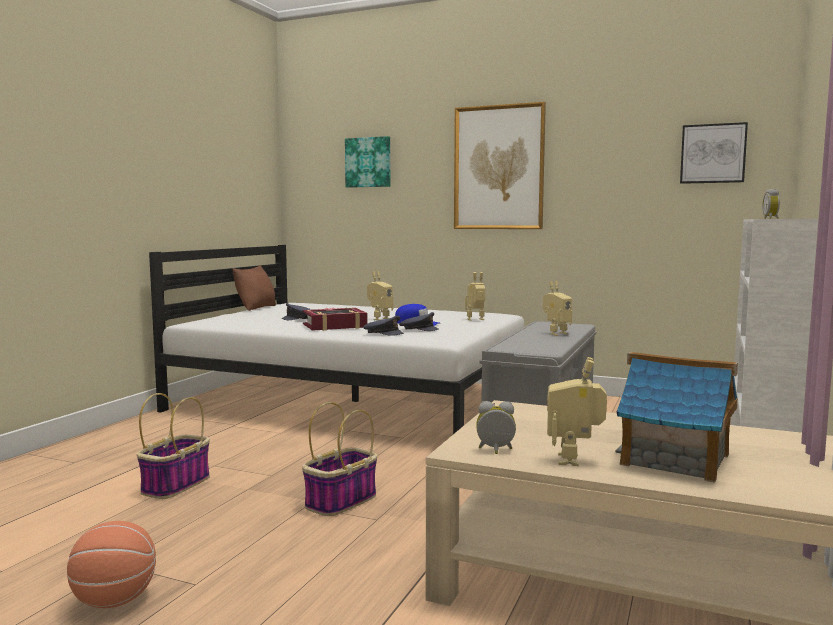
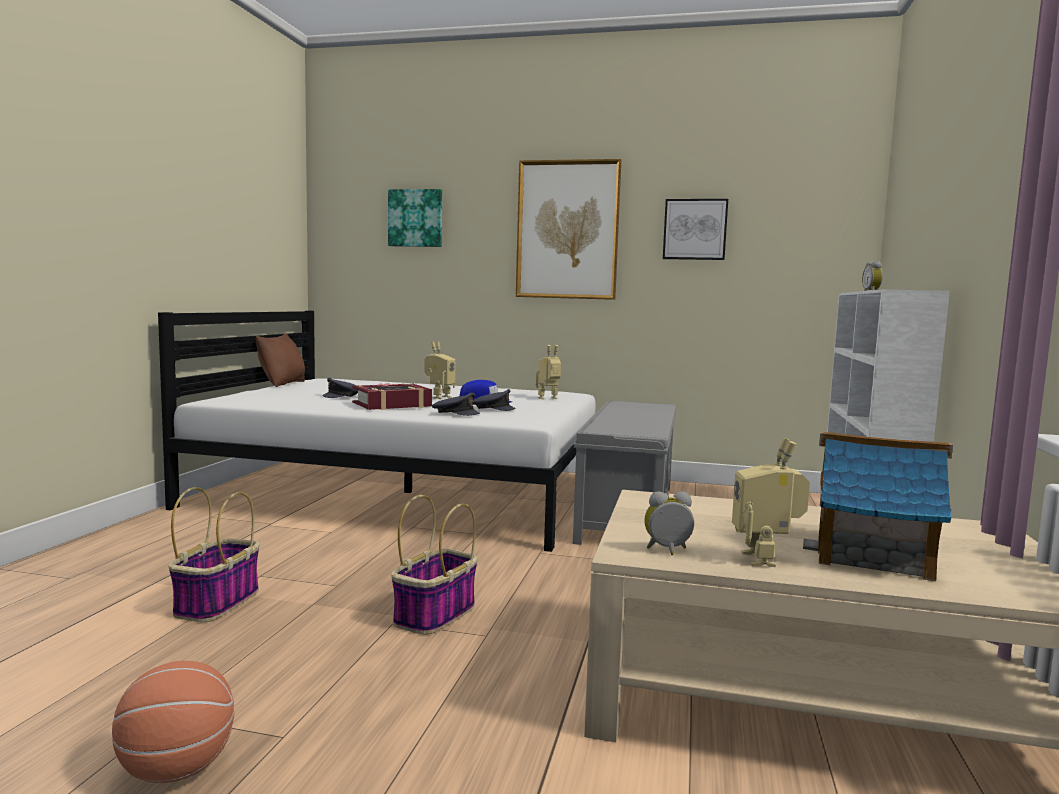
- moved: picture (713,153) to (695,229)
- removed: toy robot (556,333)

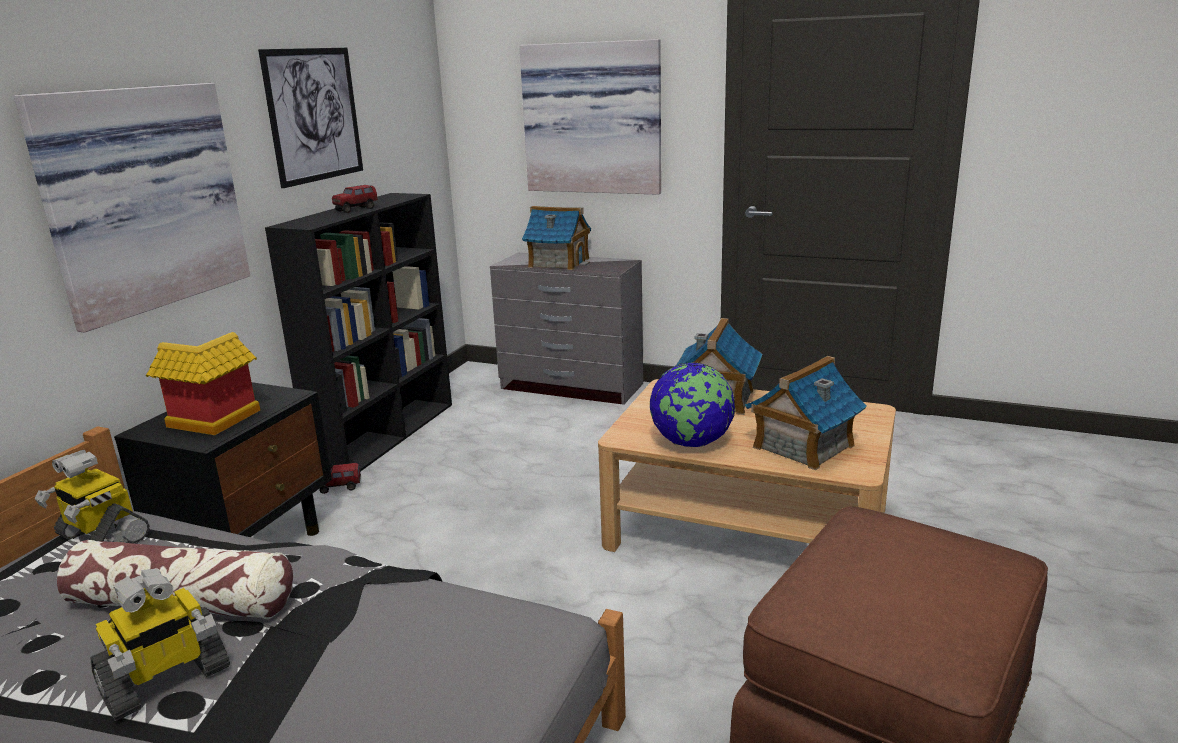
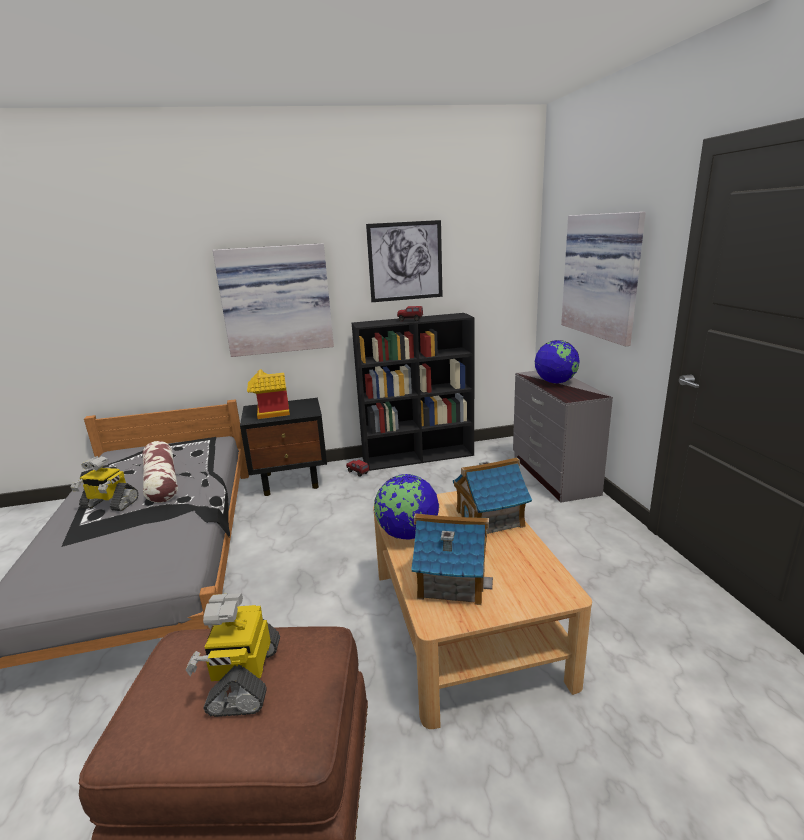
- moved: toy robot (101,537) to (244,678)
- replaced: toy house (558,262) to globe (555,382)

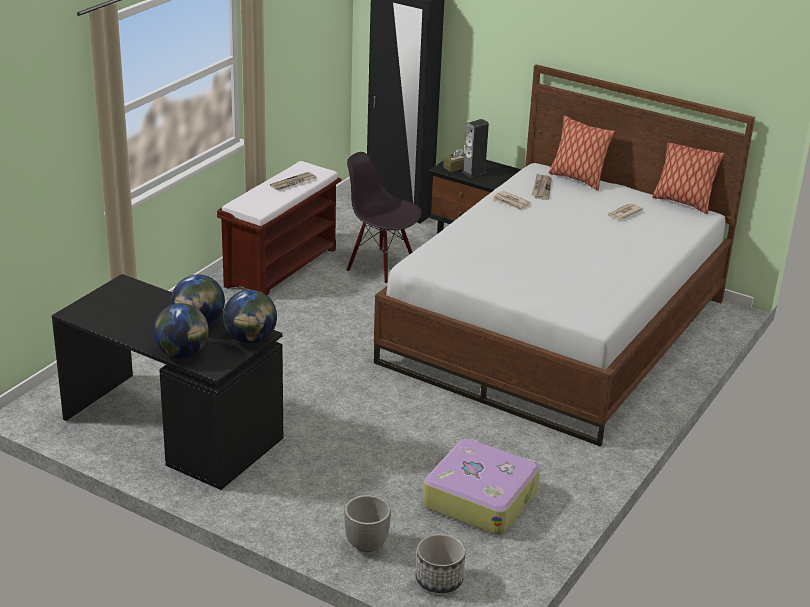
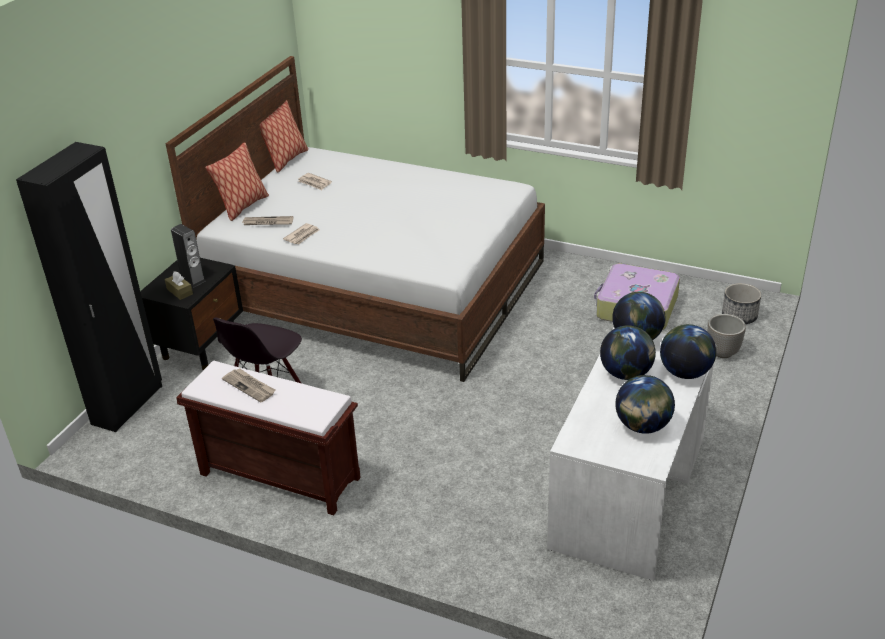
- recoloured: black desk (170,429) to white desk (630,493)
- added: globe (642,426)

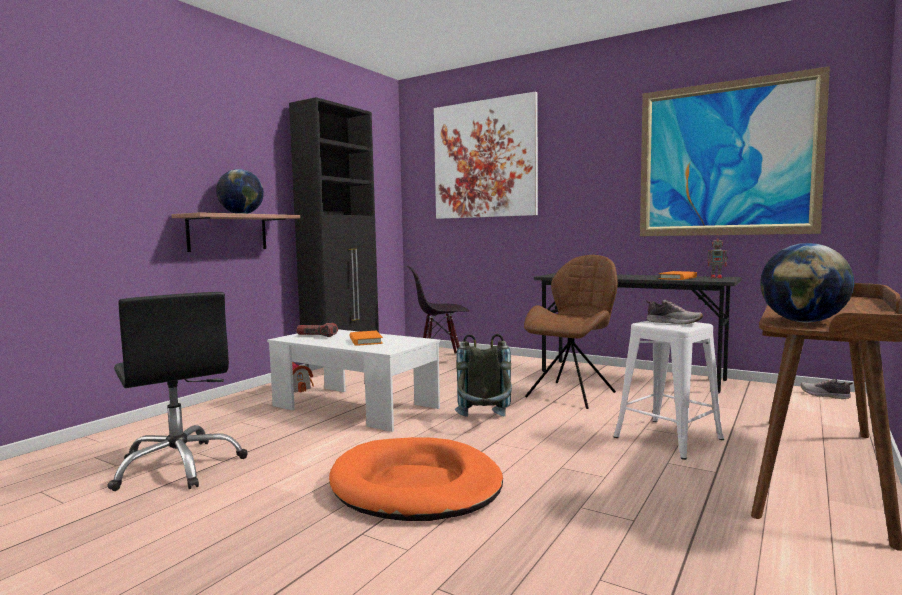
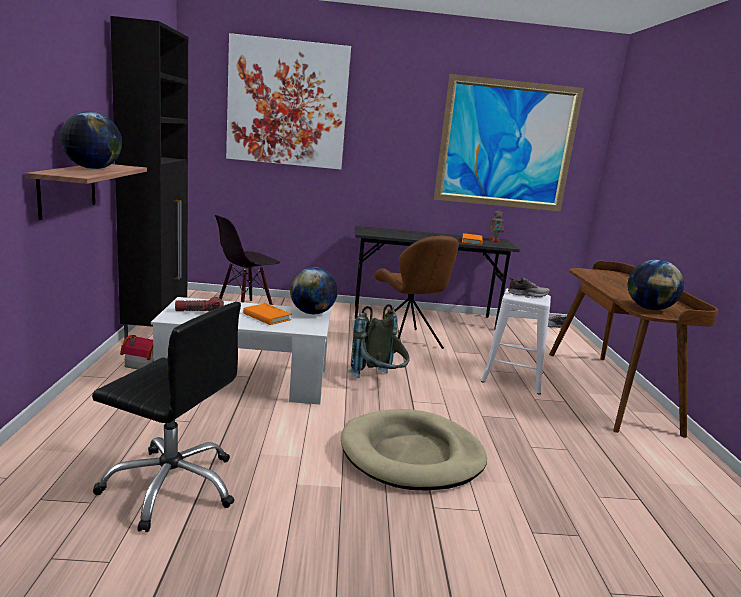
- added: globe (312,313)
- recoloured: orange dog bed (416,486) to beige dog bed (412,455)
- turned: brown chair (572,394) = (406,342) 150 degrees clockwise

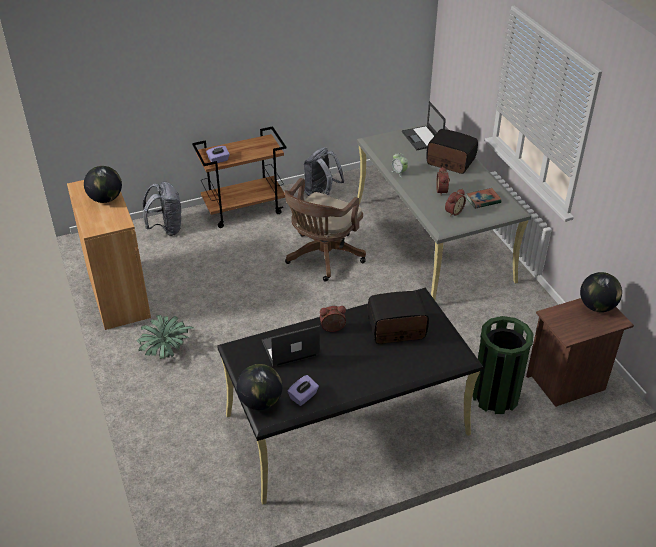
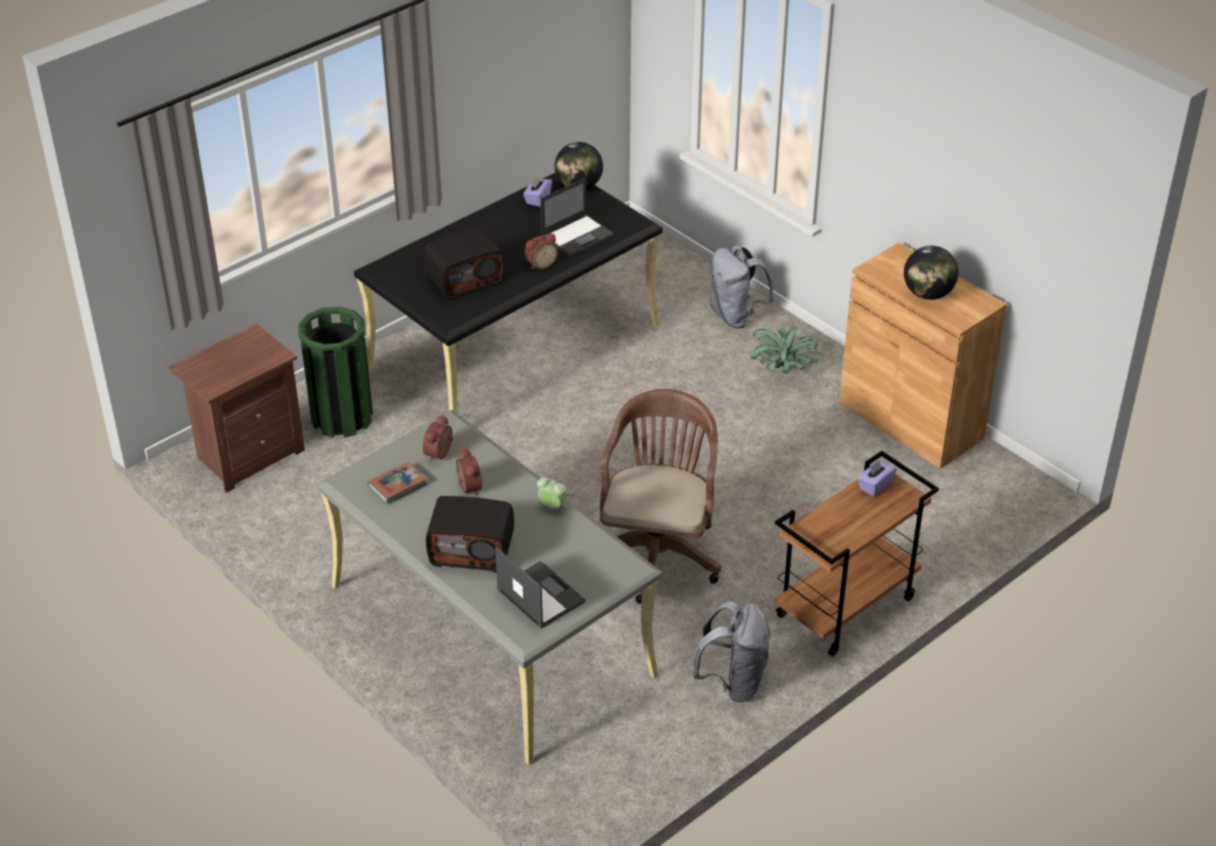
- moved: grey backpack (166,228) to (736,316)
- removed: globe (597,306)

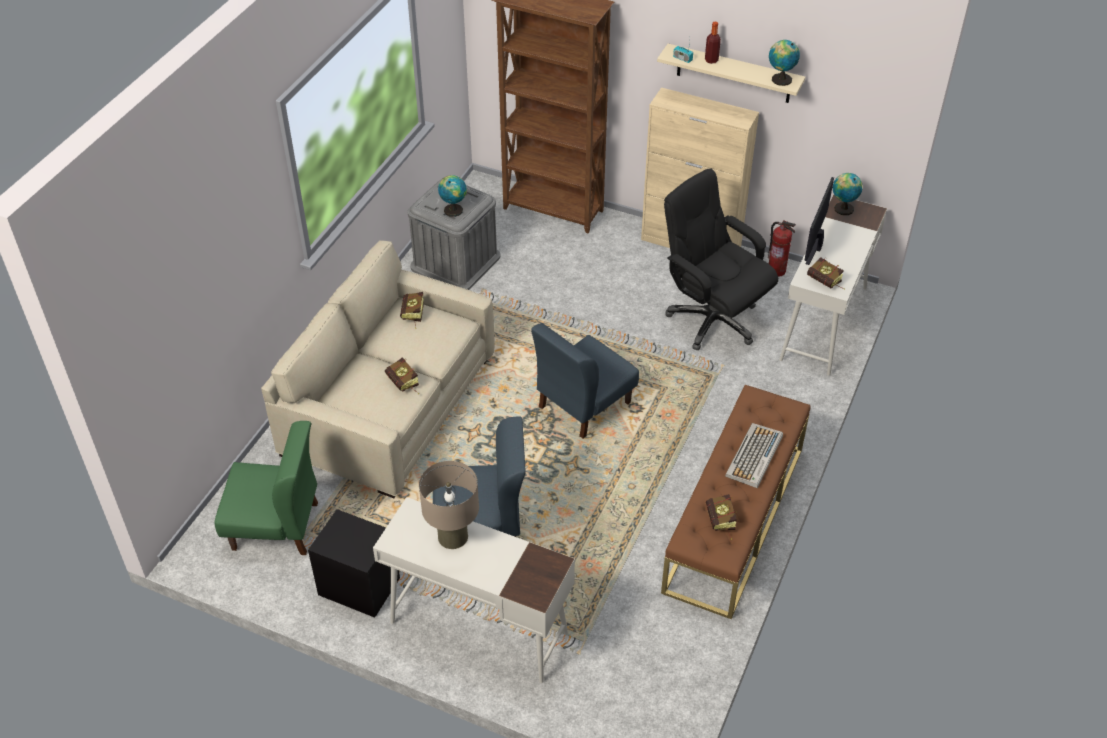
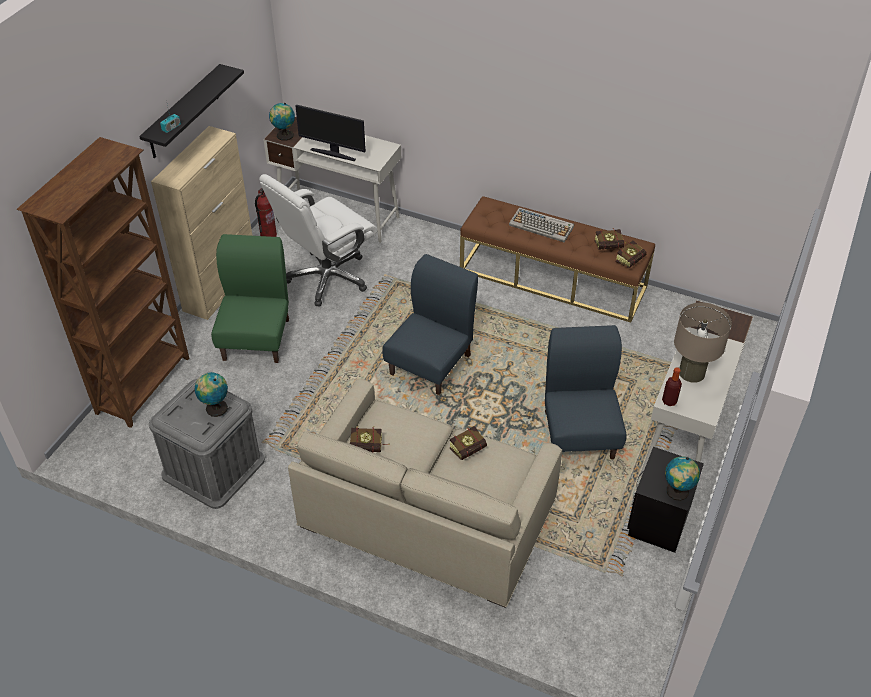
- recoloured: beige shelf (733,74) to black shelf (183,112)
- moved: green chair (276,526) to (257,339)
- recoloured: black office chair (712,320) to white office chair (327,278)
- turned: blue chair (583,405) = (431,364) 105 degrees counterclockwise
- moved: book (826,283) to (631,260)
- moved: bottle (711,60) to (669,401)
- moved: globe (780,79) to (677,492)

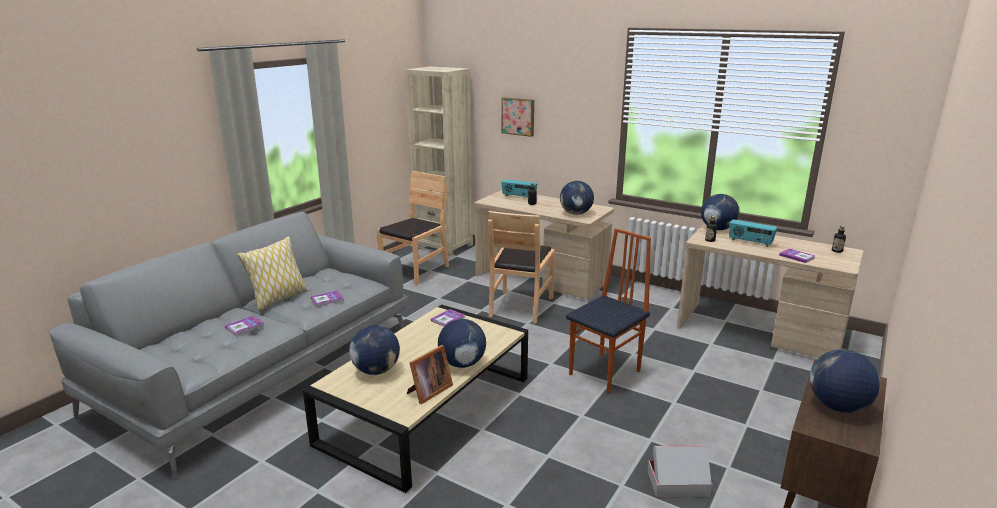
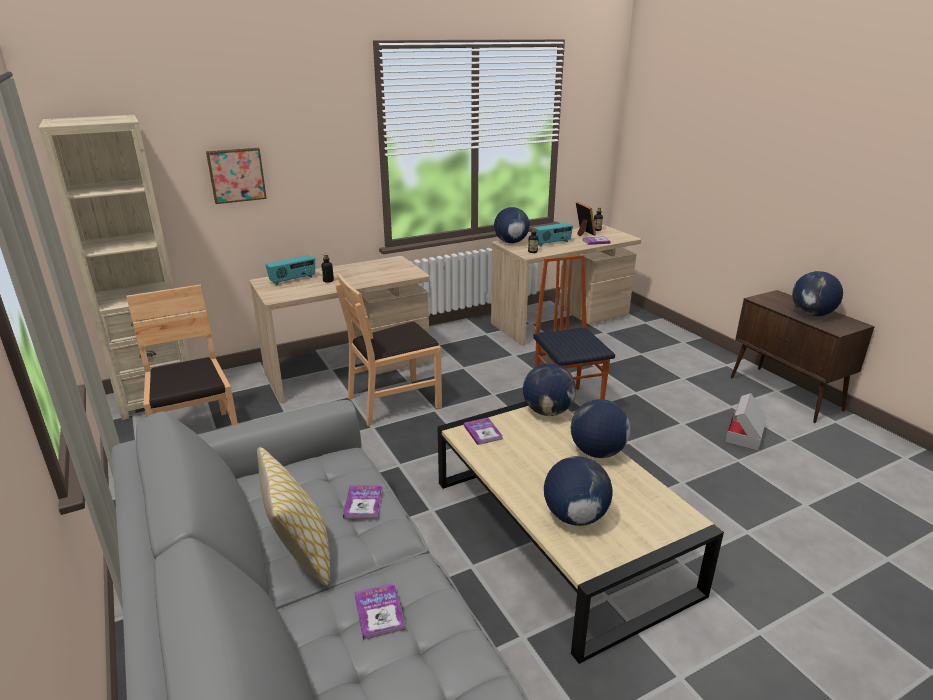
- turned: brown chair (520,306) = (394,401) 105 degrees clockwise
- moved: globe (576,213) to (548,411)
- moved: picture frame (428,392) to (583,232)

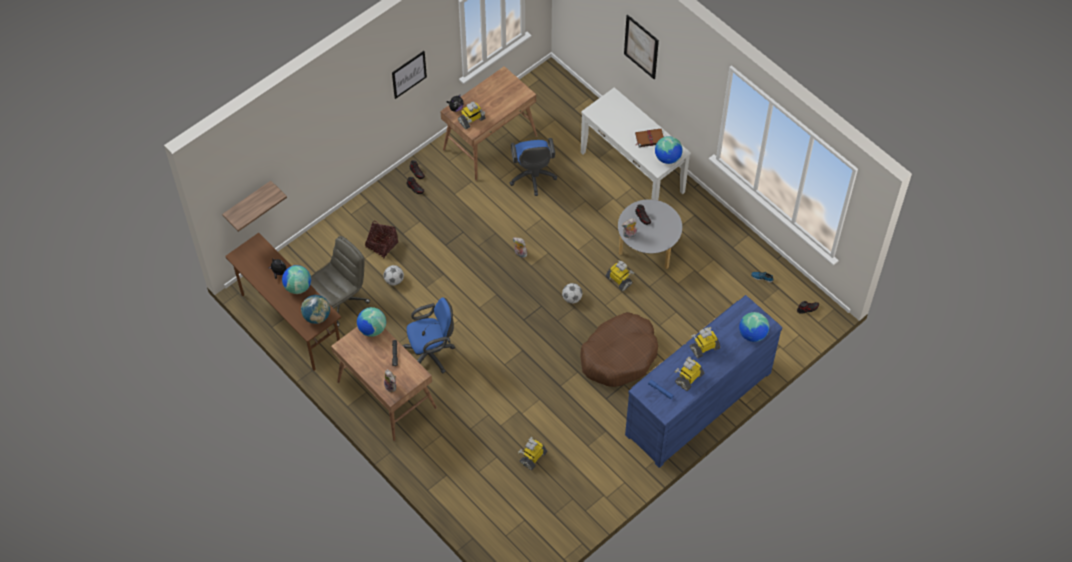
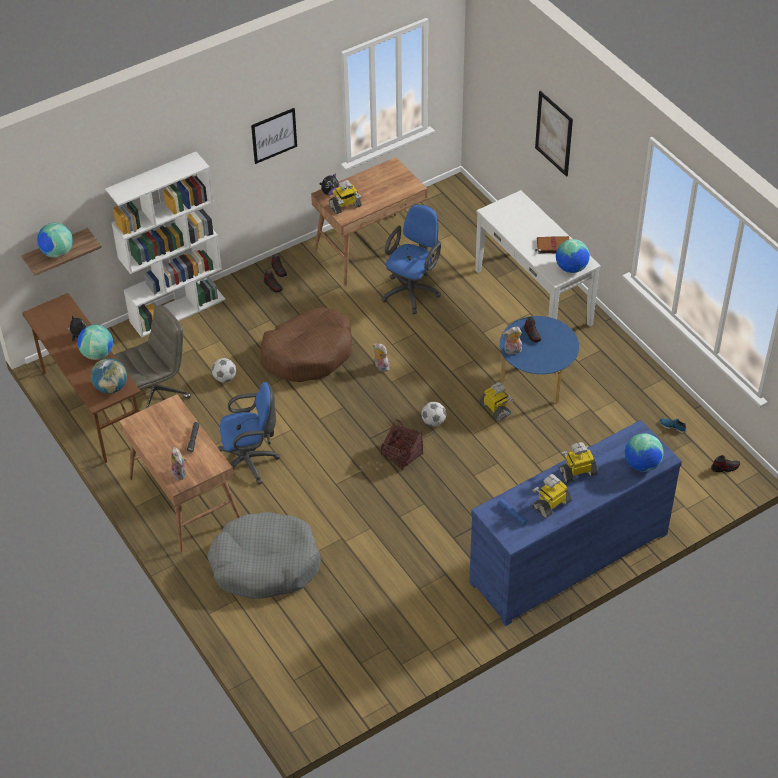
- moved: globe (372,329) to (57,252)
- added: white bookcase (177,310)
- added: grey dog bed (265,564)
- moved: brown dog bed (619,355) to (308,353)
- moved: basket (382,245) to (402,454)
- turned: blue office chair (532,178) = (413,290) 150 degrees counterclockwise
- recoloured: grey coffee table (647,249) to blue coffee table (536,380)
- removed: toy robot (533,457)

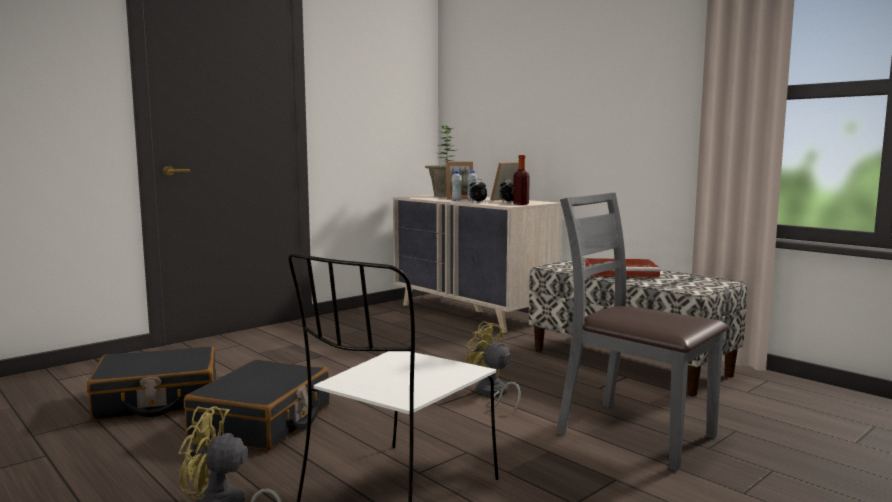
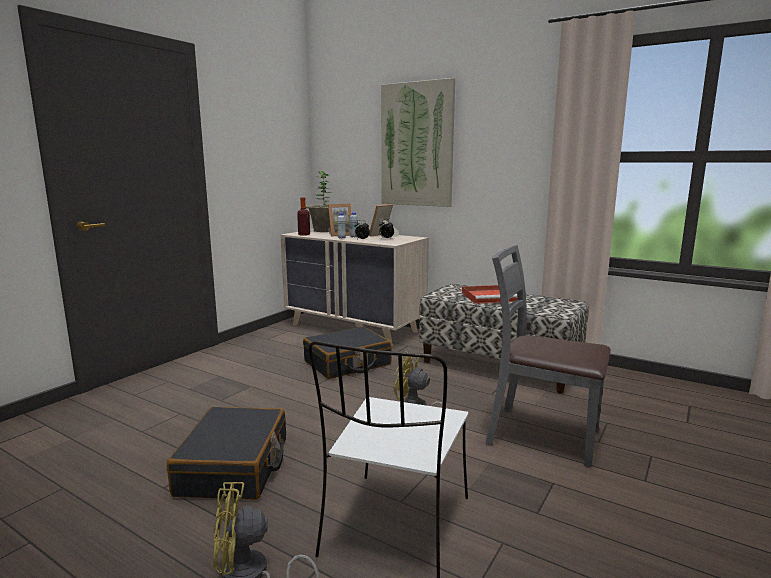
- moved: bottle (521,204) to (304,234)
- moved: black suitcase (158,400) to (347,363)
- added: picture (417,145)

